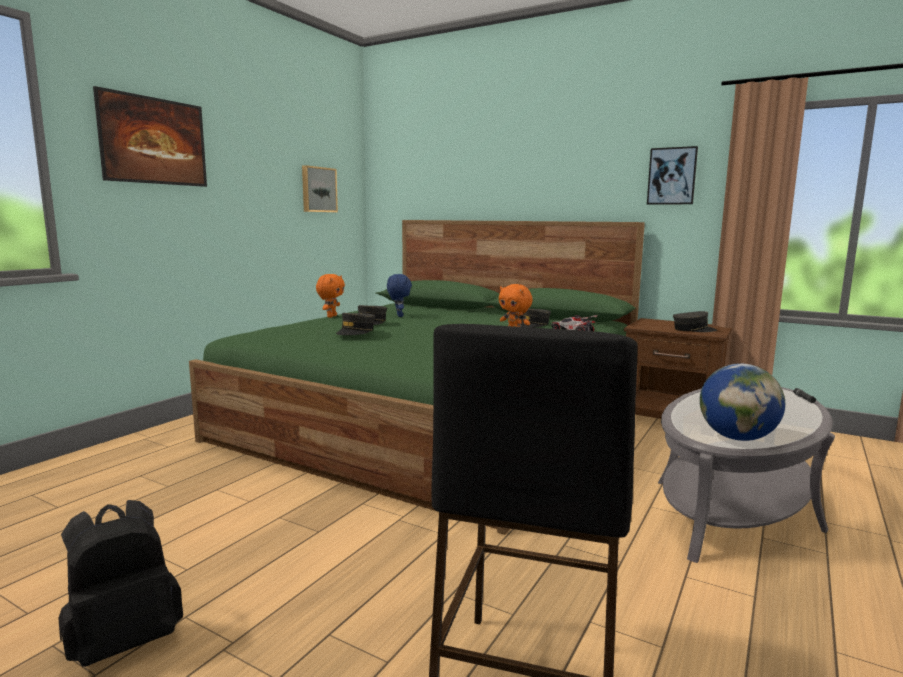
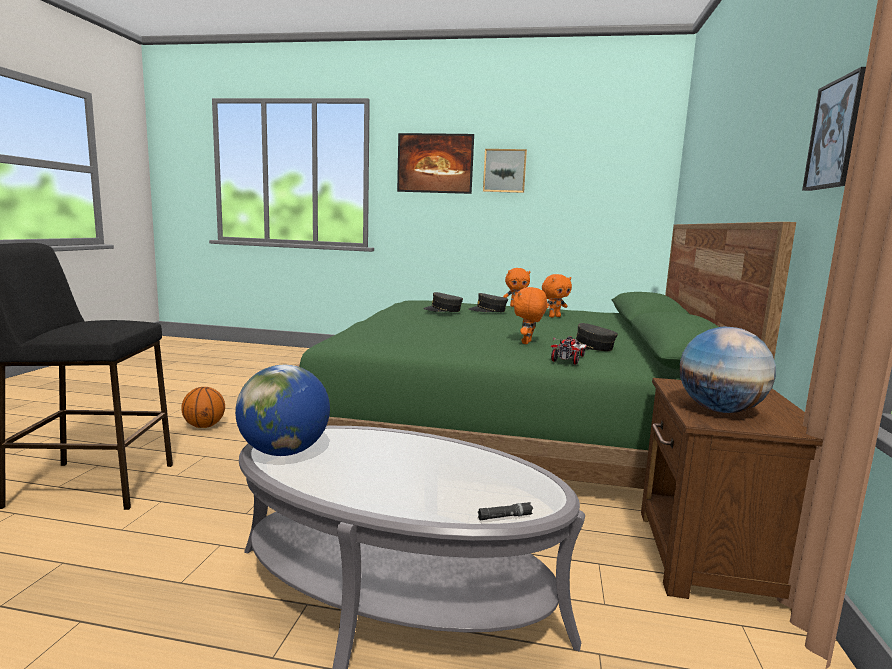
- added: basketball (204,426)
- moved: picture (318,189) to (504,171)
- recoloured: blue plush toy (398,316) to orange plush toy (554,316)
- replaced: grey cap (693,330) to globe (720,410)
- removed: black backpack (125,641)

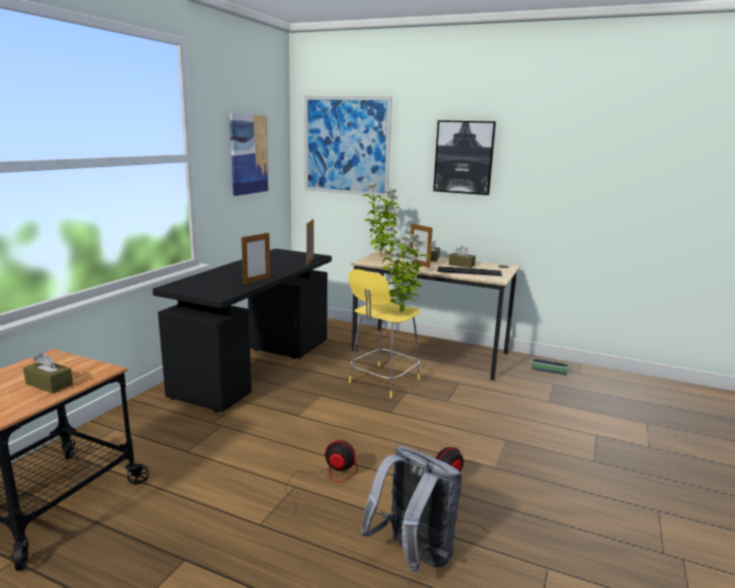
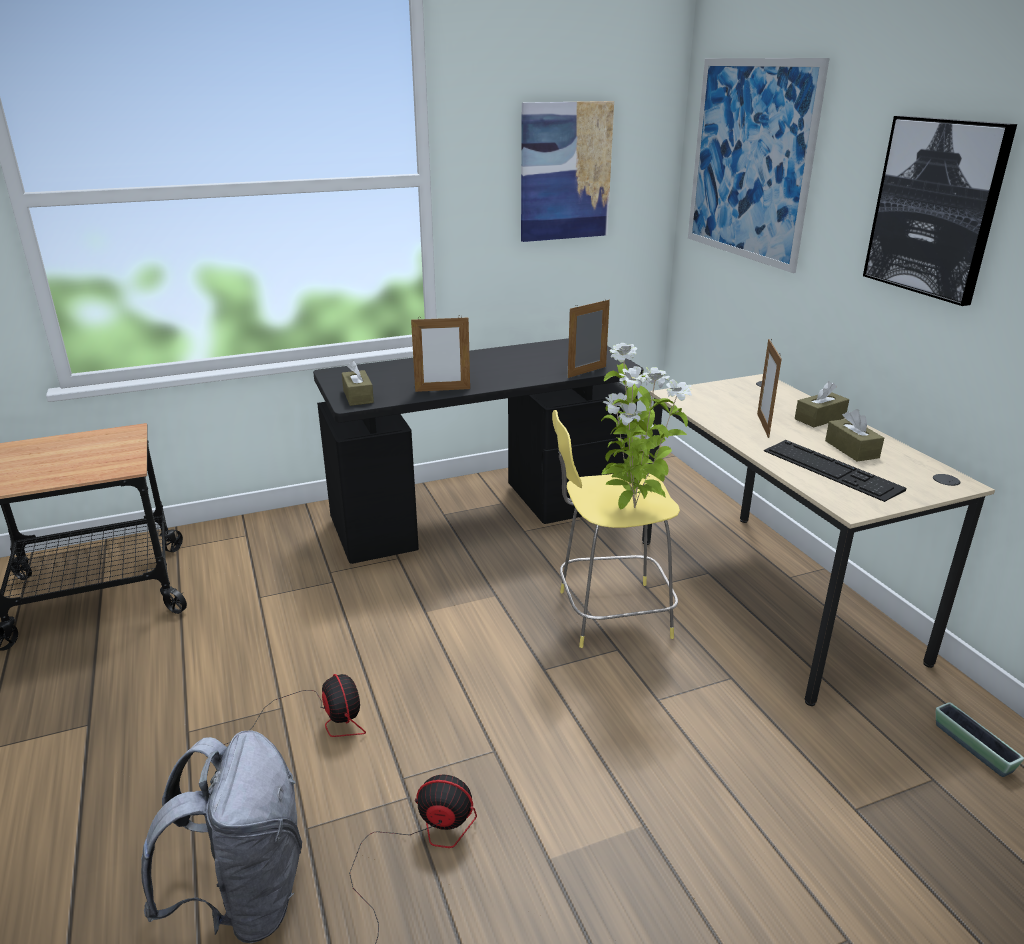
- moved: brown tissue box (49,384) to (358,396)
- removed: potted plant (381,257)

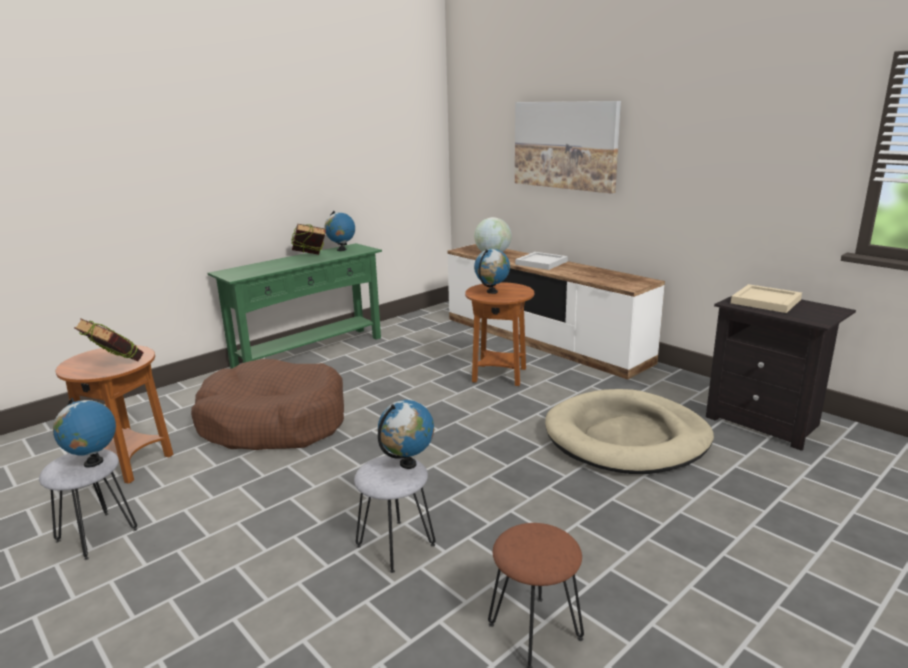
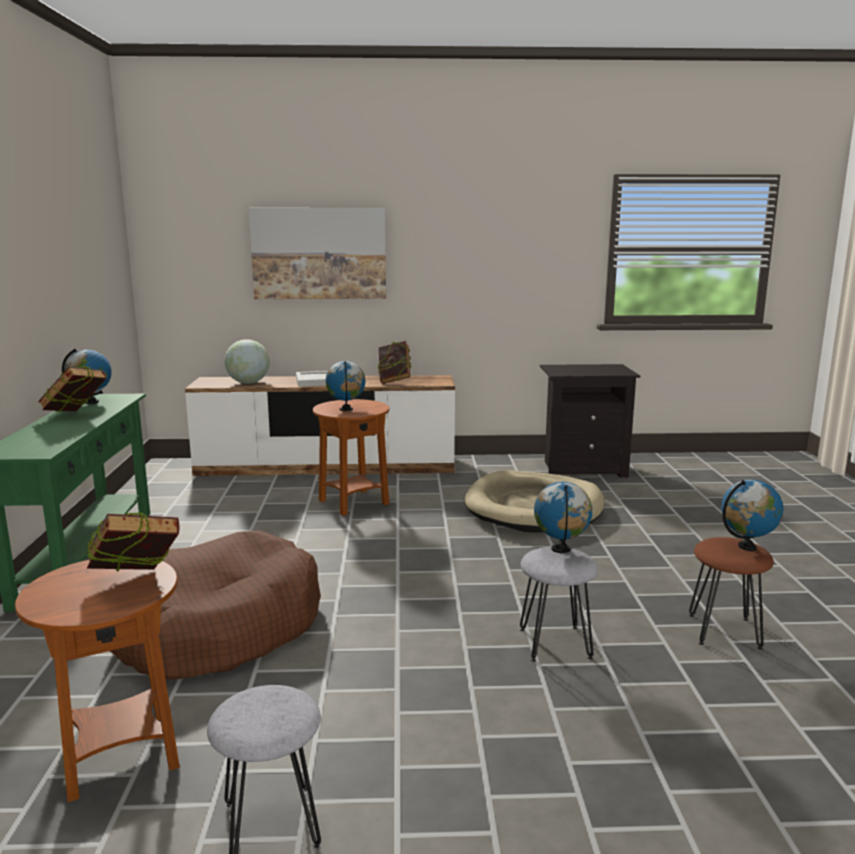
- added: book (394,381)
- moved: globe (93,463) to (747,547)
- removed: beige tray (767,301)

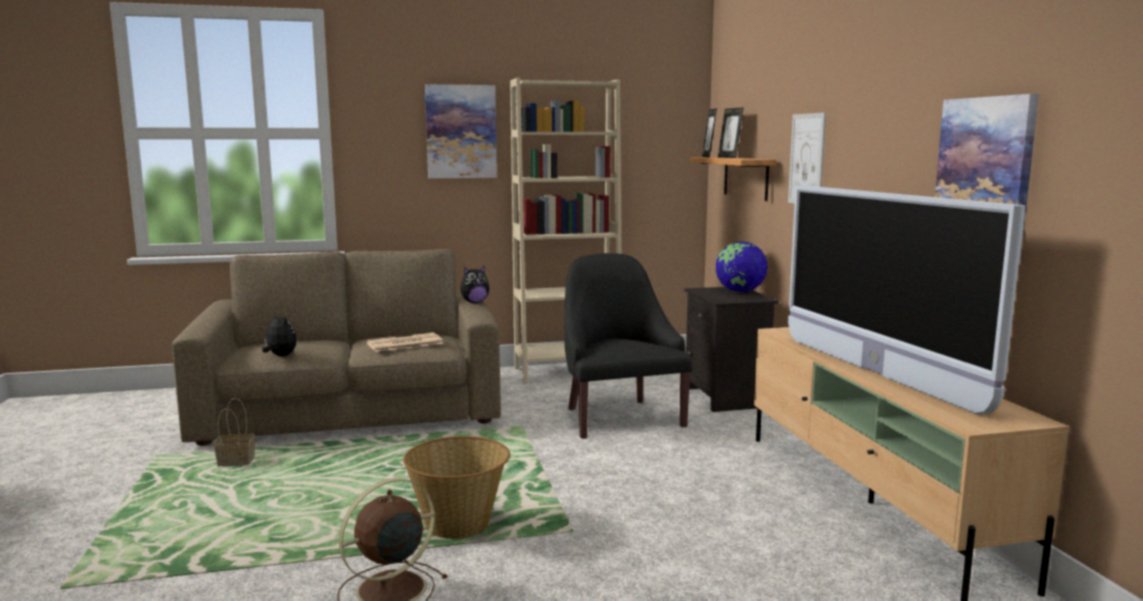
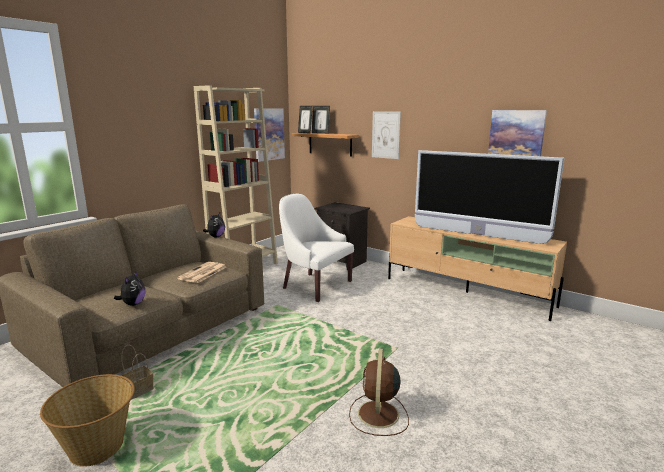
- moved: basket (459,524) to (98,447)
- turned: plush toy (280,356) = (133,304) 90 degrees clockwise
- moved: picture (461,131) to (269,134)
- recoloured: black armchair (619,417) to white armchair (314,285)
- removed: globe (739,292)

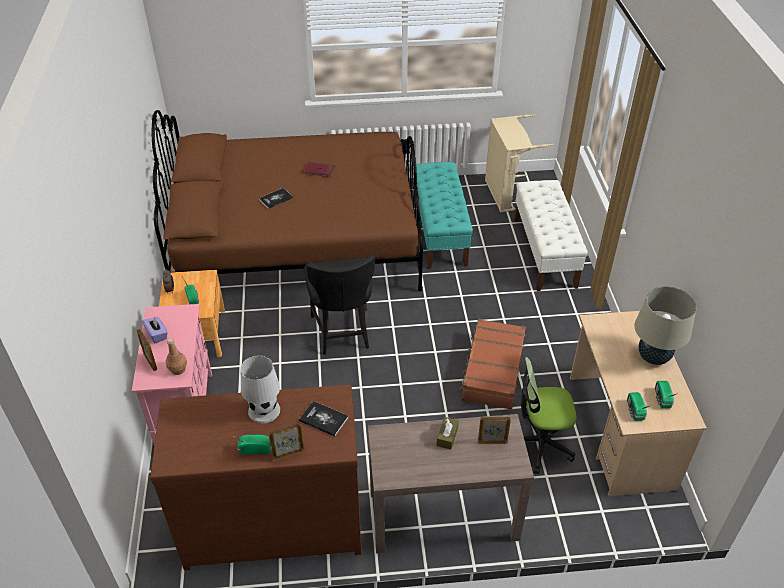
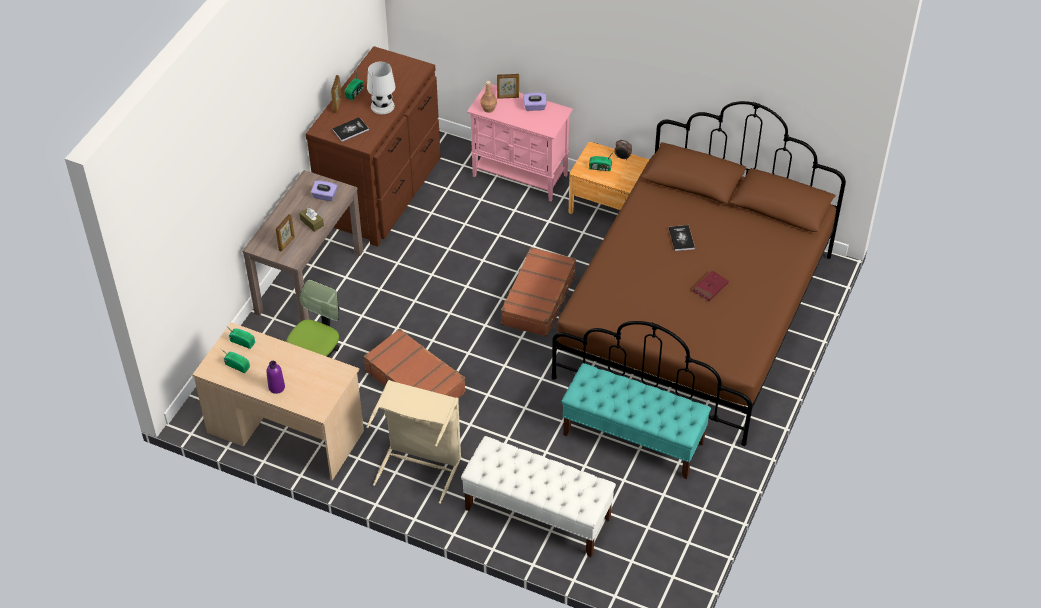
- replaced: beige table lamp (653,357) to purple bottle (276,387)
- added: purple tissue box (324,196)
- moved: beige laundry basket (506,194) to (420,464)
- replaced: black chair (342,332) to brown suitcase (539,299)

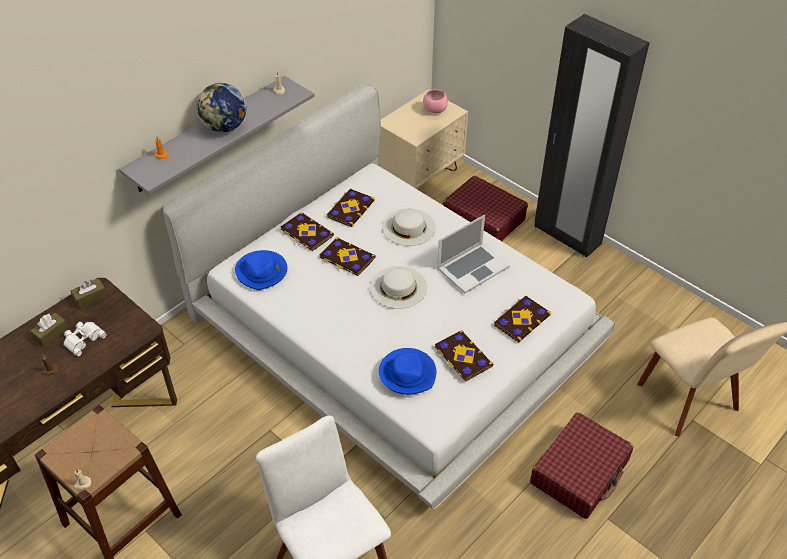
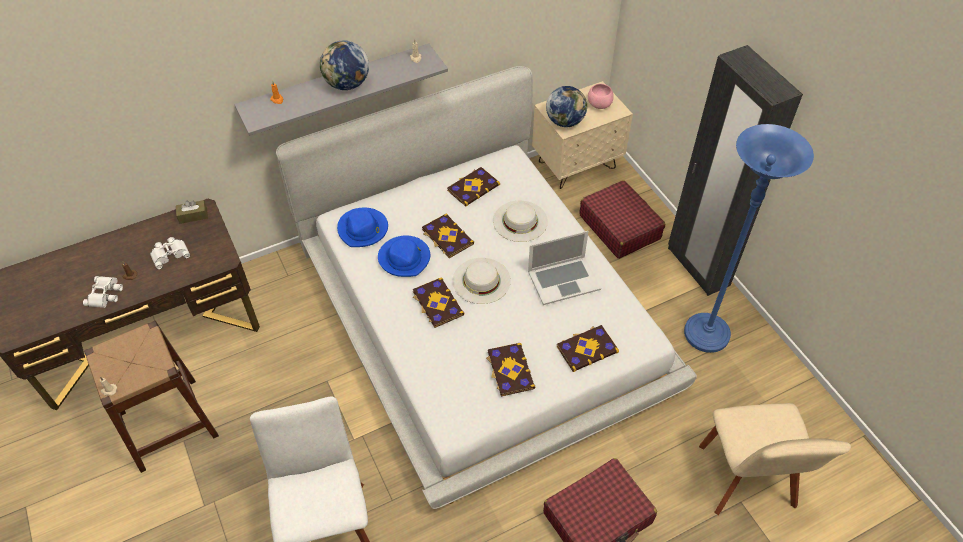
- added: white binoculars (105,294)
- moved: blue hat (408,373) to (405,258)
- moved: book (306,233) to (437,303)
- added: globe (565,121)
- added: blue floor lamp (706,334)
- removed: brown tissue box (51,334)

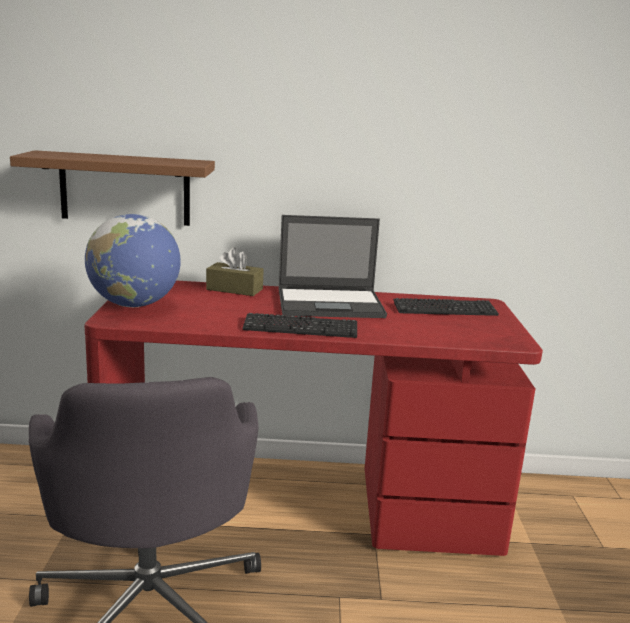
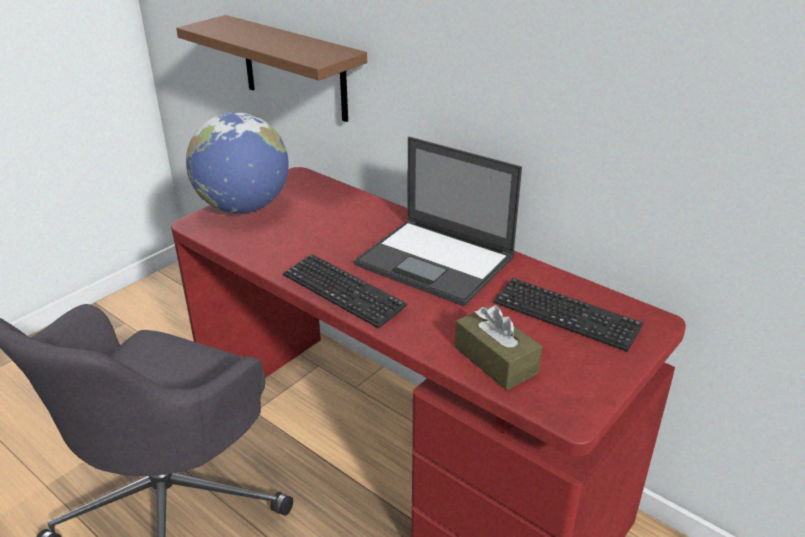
- moved: brown tissue box (234,289) to (495,360)

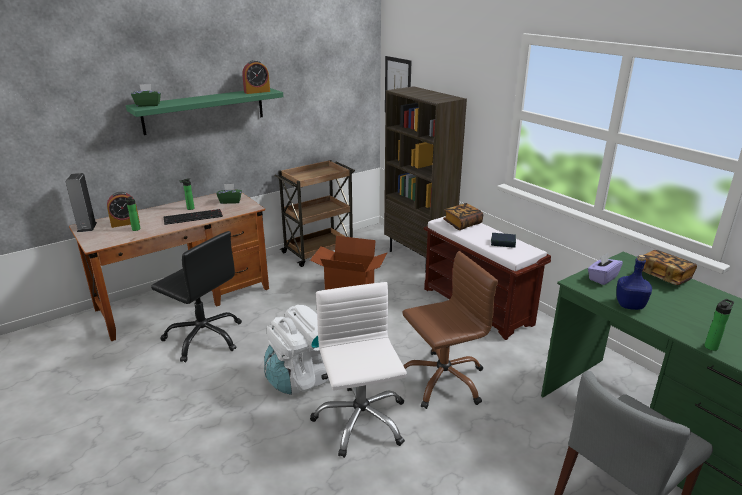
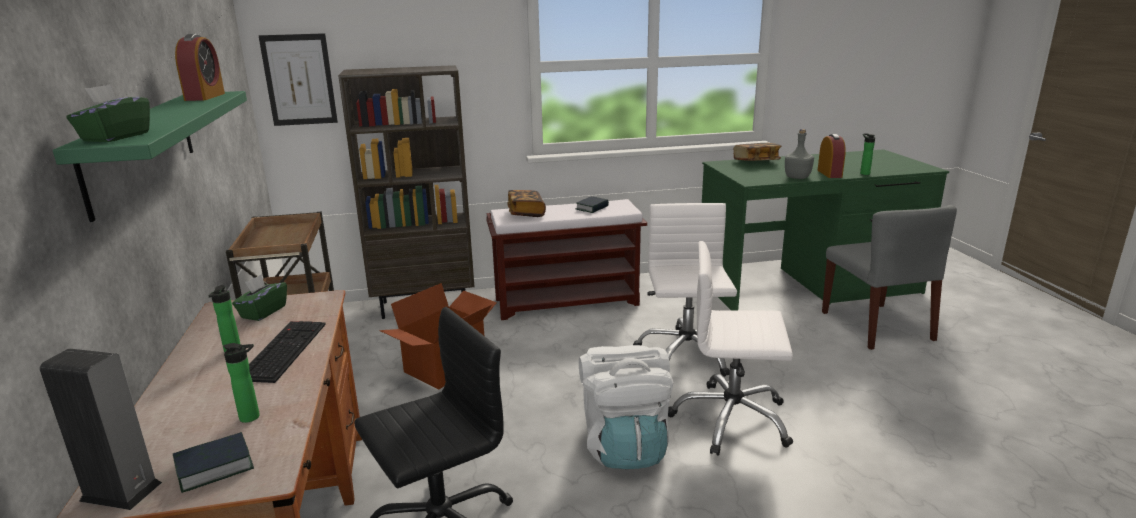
- added: book (214,468)
- recoloured: brown office chair (442,380) to white office chair (685,354)
- recoloured: blue bottle (629,305) to grey bottle (797,177)
- moved: alarm clock (125,223) to (829,173)
- removed: purple tissue box (602,278)

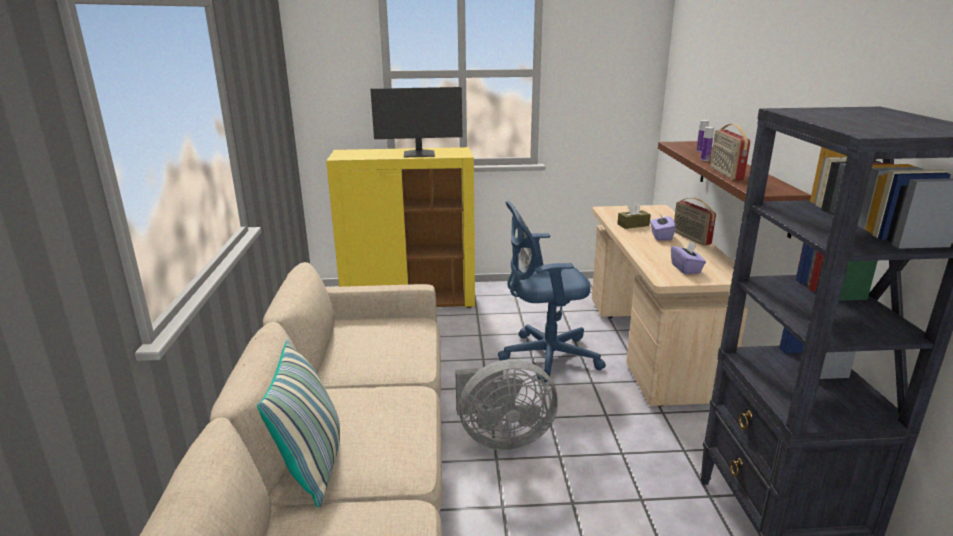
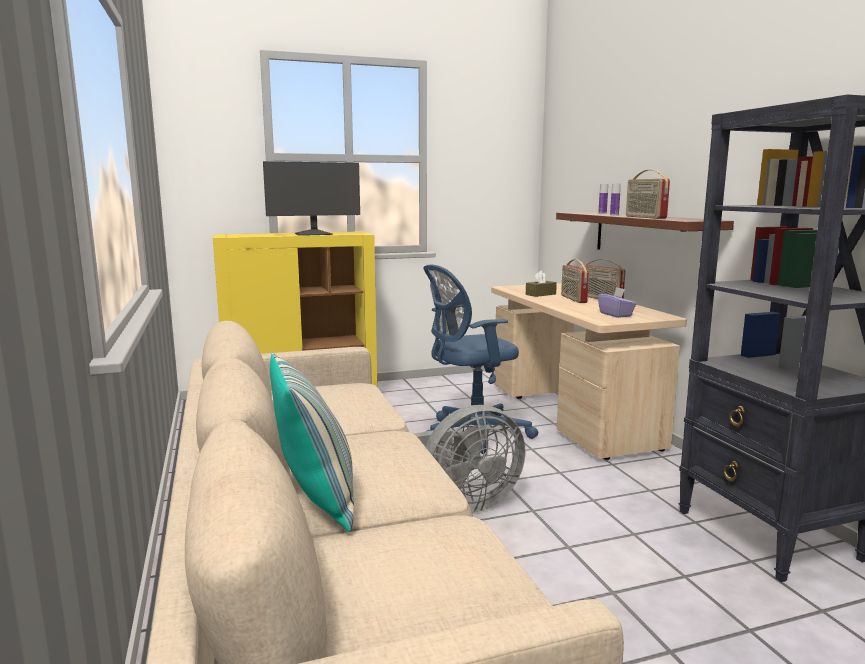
- replaced: purple tissue box (661,236) to radio (573,299)

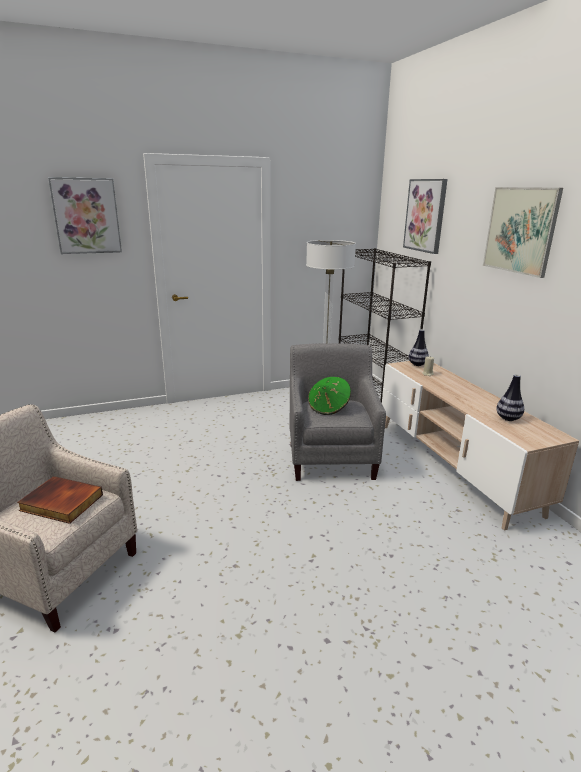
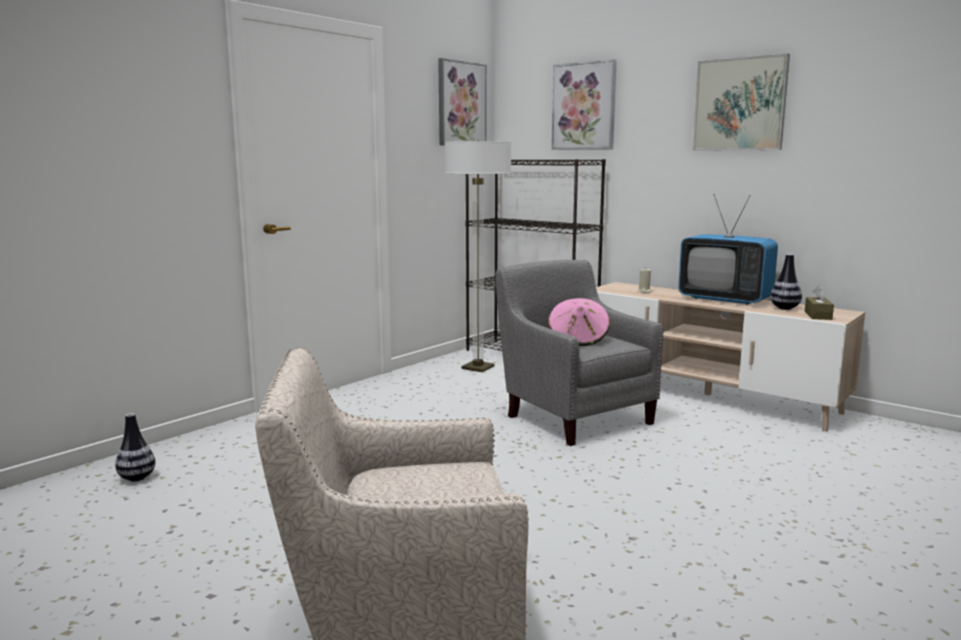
- moved: vase (417,364) to (137,478)
- moved: picture (86,216) to (461,104)
- recoloured: green hat (329,408) to pink hat (578,340)
- added: television (725,299)
- added: brown tissue box (818,315)
- removed: book (60,503)

